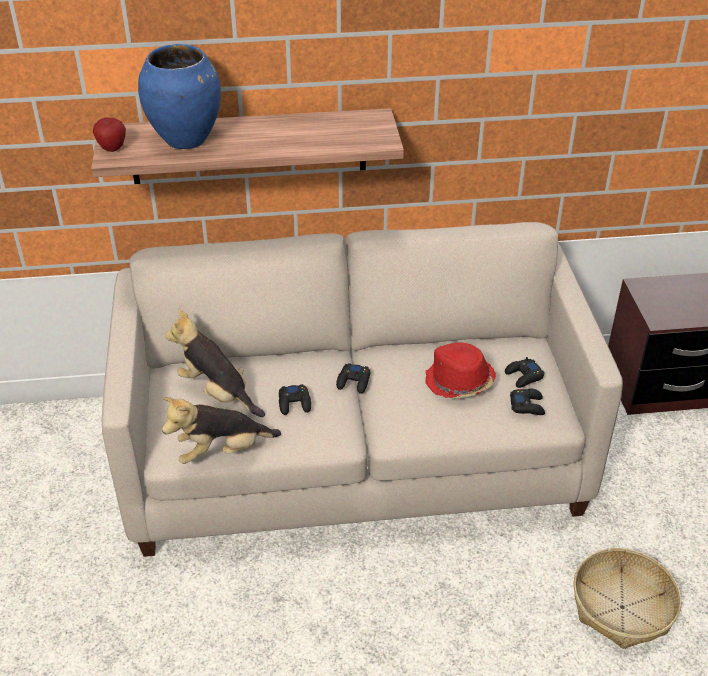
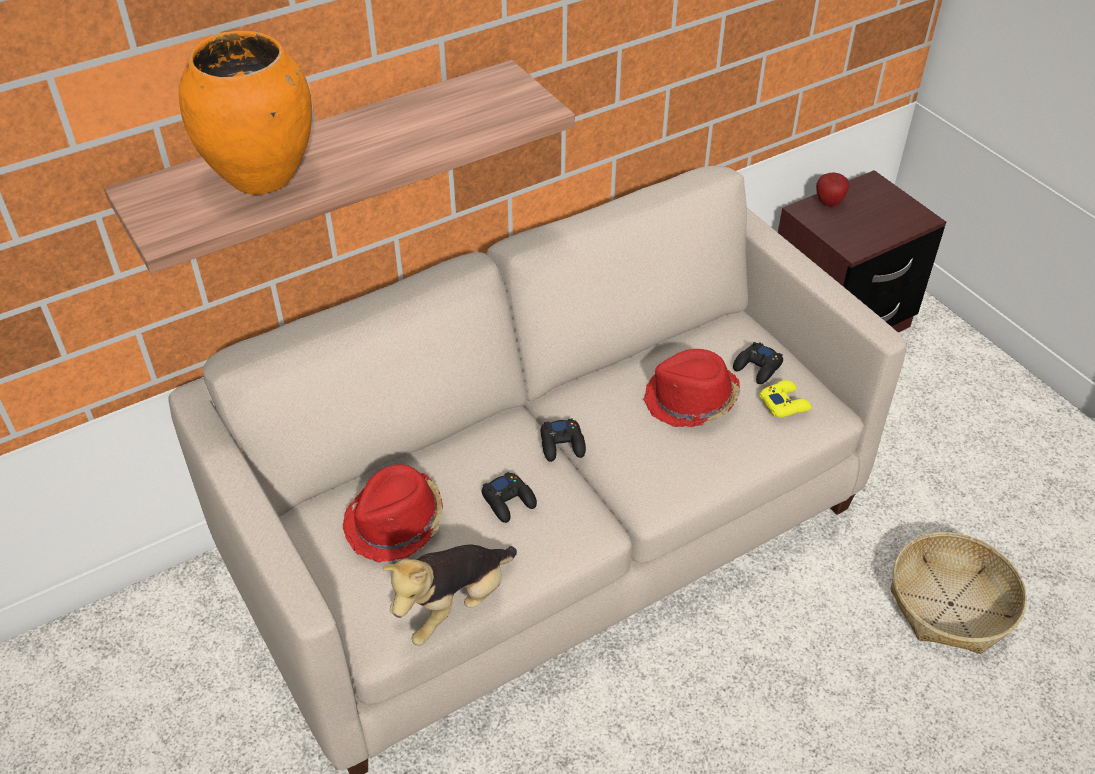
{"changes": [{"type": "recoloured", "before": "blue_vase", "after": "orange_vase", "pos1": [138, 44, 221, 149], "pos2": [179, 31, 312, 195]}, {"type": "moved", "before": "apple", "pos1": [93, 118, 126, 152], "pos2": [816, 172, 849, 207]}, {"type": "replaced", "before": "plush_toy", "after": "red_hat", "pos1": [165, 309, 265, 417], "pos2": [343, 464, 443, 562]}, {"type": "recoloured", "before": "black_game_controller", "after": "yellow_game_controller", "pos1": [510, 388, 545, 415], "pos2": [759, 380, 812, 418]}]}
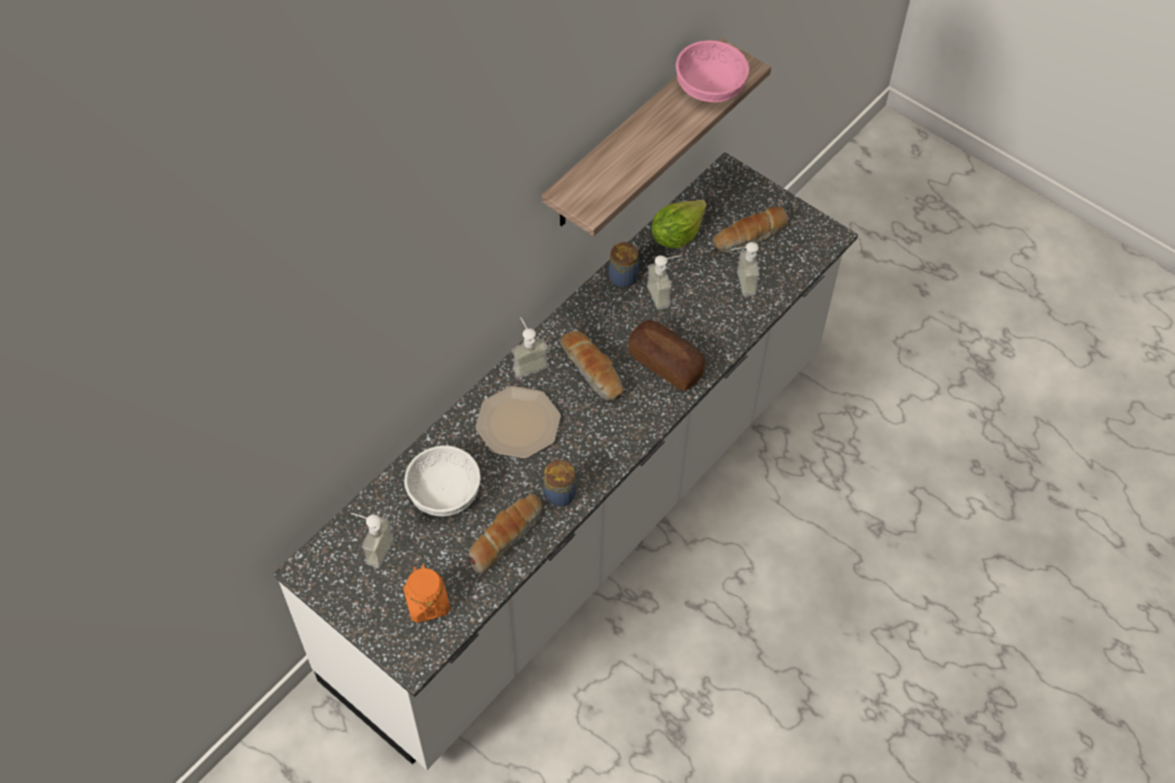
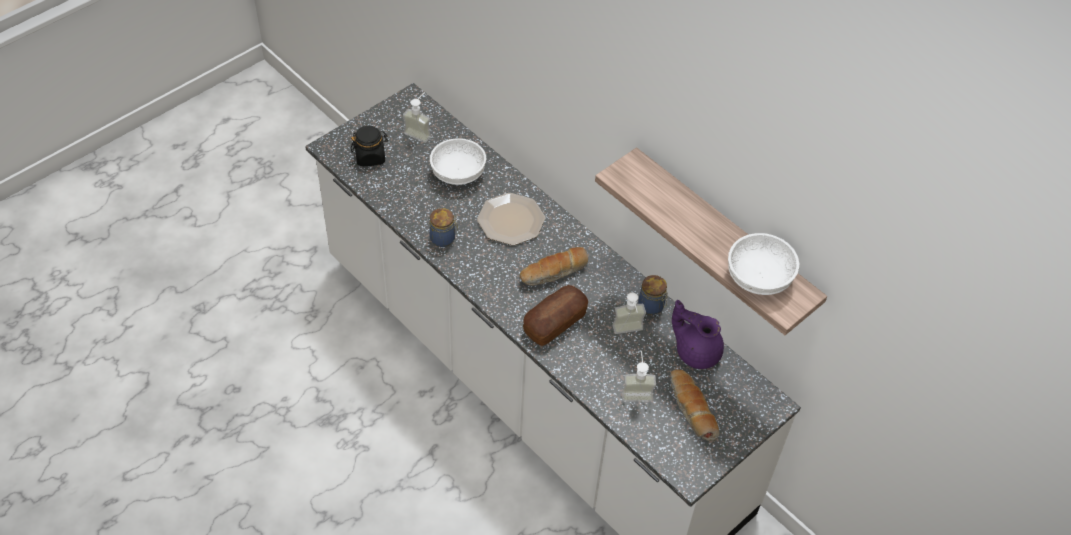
{"changes": [{"type": "recoloured", "before": "pink_bowl", "after": "white_bowl", "pos1": [676, 40, 749, 102], "pos2": [728, 233, 800, 295]}, {"type": "replaced", "before": "lettuce", "after": "purple_teapot", "pos1": [651, 200, 707, 248], "pos2": [672, 300, 724, 369]}, {"type": "removed", "before": "soap_dispenser", "pos1": [512, 317, 549, 378]}, {"type": "removed", "before": "bread", "pos1": [468, 494, 542, 575]}, {"type": "recoloured", "before": "orange_jar", "after": "black_jar", "pos1": [403, 564, 450, 623], "pos2": [351, 126, 388, 167]}]}
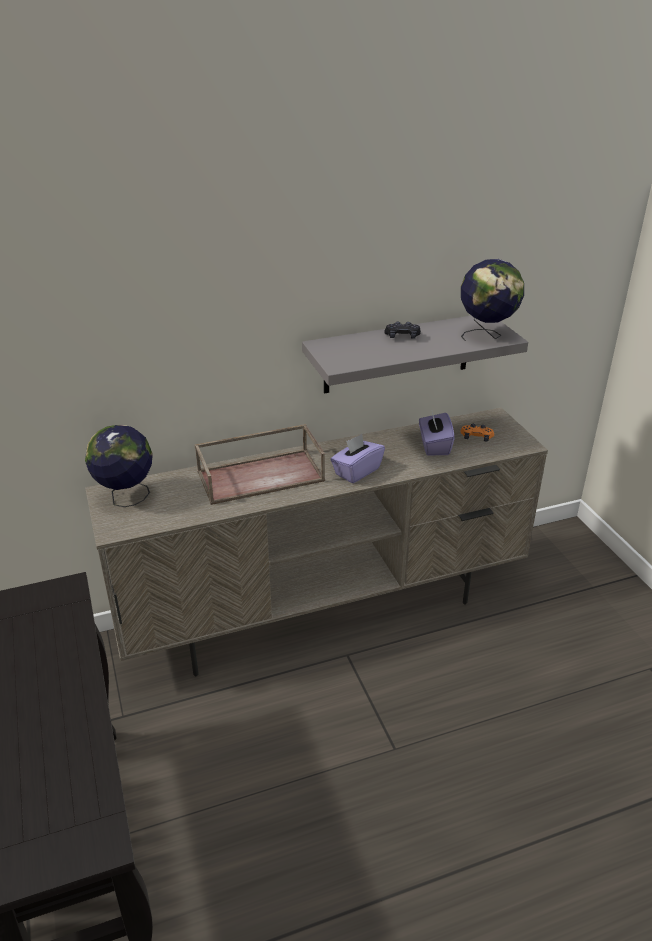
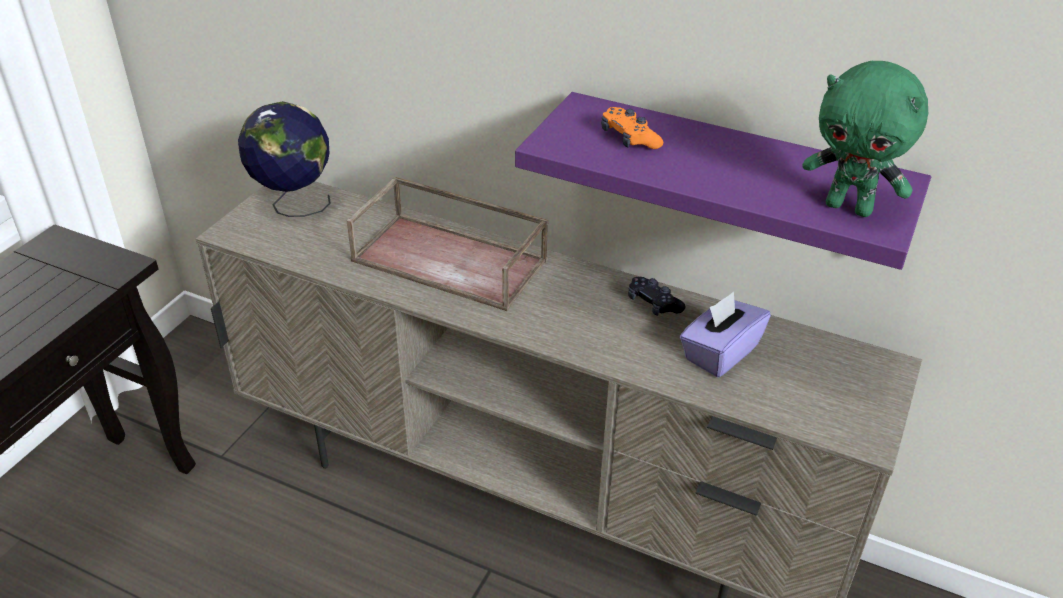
{"changes": [{"type": "replaced", "before": "globe", "after": "green_plush_toy", "pos1": [461, 259, 524, 341], "pos2": [802, 61, 928, 217]}, {"type": "recoloured", "before": "grey_shelf", "after": "purple_shelf", "pos1": [302, 316, 528, 394], "pos2": [515, 92, 931, 270]}, {"type": "moved", "before": "black_game_controller", "pos1": [384, 321, 421, 339], "pos2": [628, 277, 686, 316]}, {"type": "moved", "before": "orange_game_controller", "pos1": [460, 424, 494, 441], "pos2": [601, 107, 663, 149]}, {"type": "removed", "before": "purple_tissue_box", "pos1": [330, 434, 385, 483]}]}
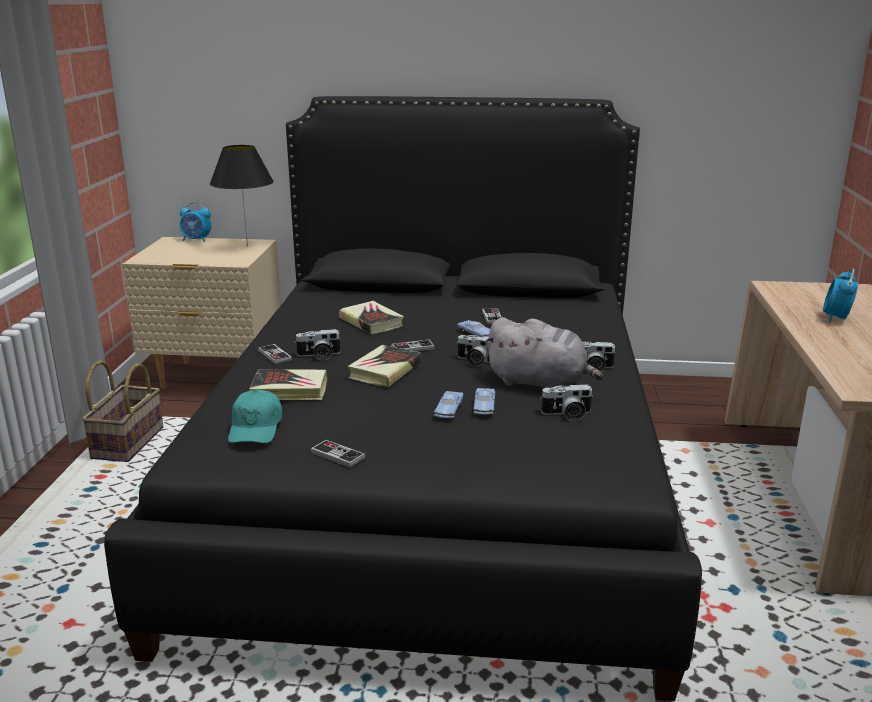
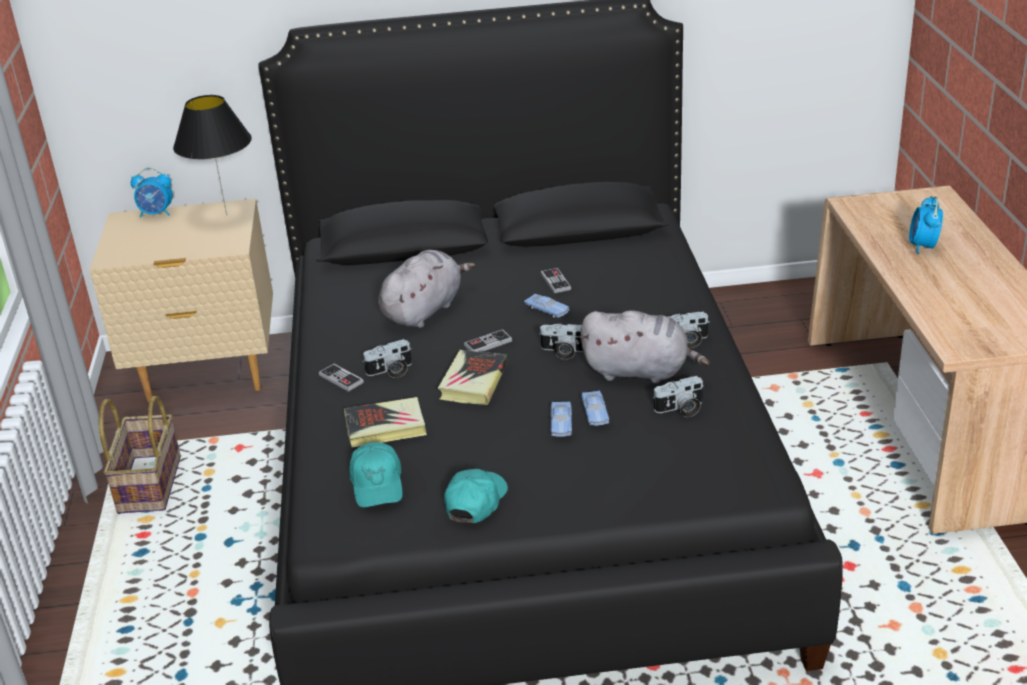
{"changes": [{"type": "replaced", "before": "book", "after": "grey_plush_toy", "pos1": [339, 301, 404, 334], "pos2": [378, 250, 475, 328]}, {"type": "replaced", "before": "game_controller", "after": "turquoise_cap", "pos1": [310, 440, 365, 468], "pos2": [444, 469, 508, 523]}]}
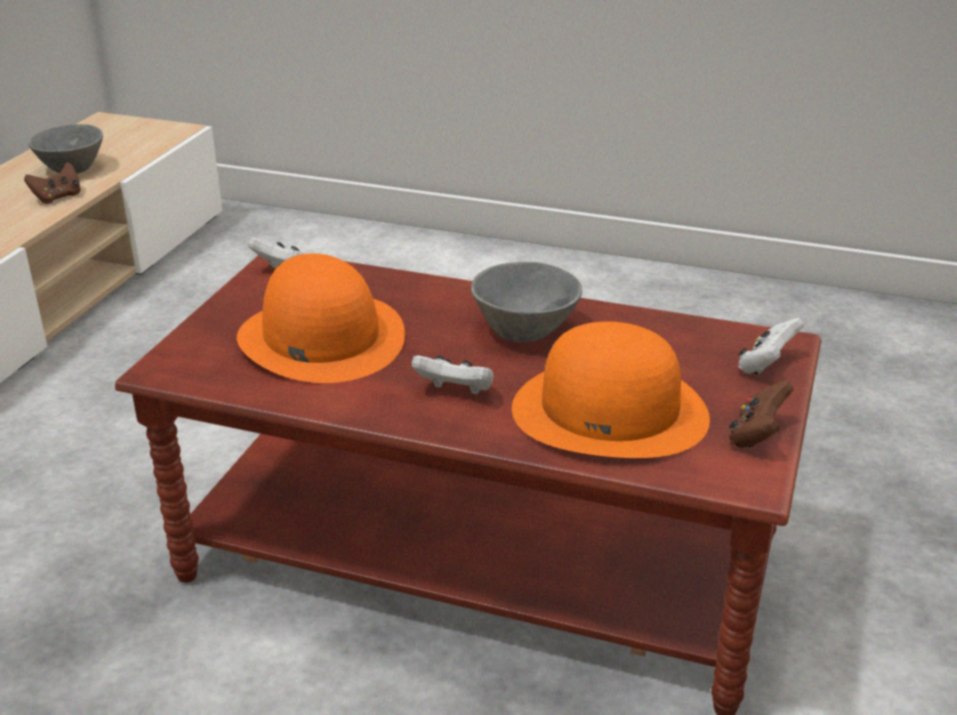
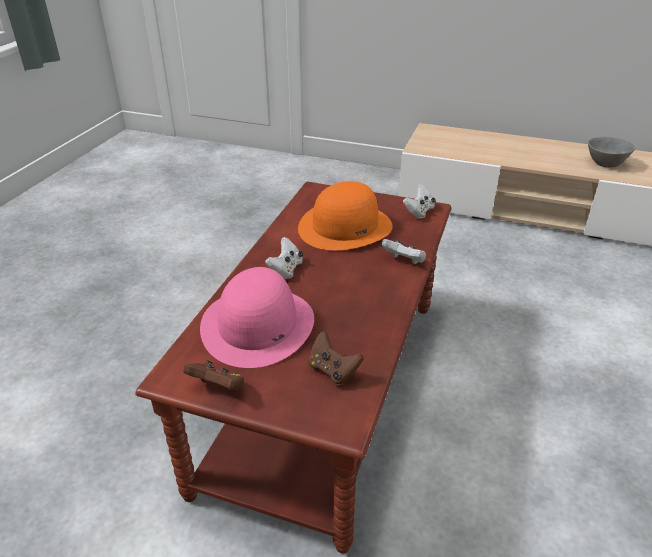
{"changes": [{"type": "moved", "before": "brown_game_controller", "pos1": [24, 162, 81, 204], "pos2": [309, 331, 363, 386]}, {"type": "removed", "before": "grey_bowl", "pos1": [471, 262, 582, 342]}, {"type": "moved", "before": "white_game_controller", "pos1": [738, 318, 804, 374], "pos2": [382, 239, 426, 265]}, {"type": "recoloured", "before": "orange_hat", "after": "pink_hat", "pos1": [512, 322, 710, 458], "pos2": [200, 267, 314, 368]}]}
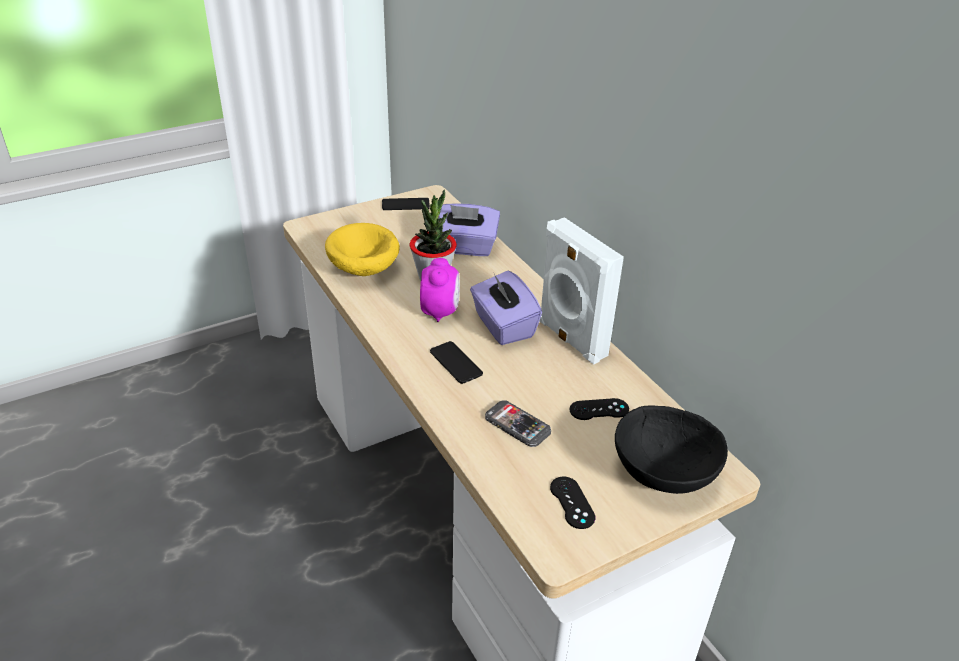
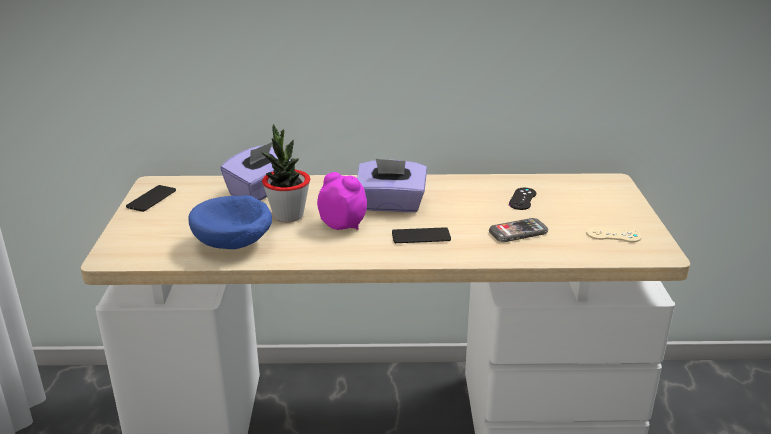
{"changes": [{"type": "removed", "before": "white_speaker", "pos1": [540, 217, 624, 364]}, {"type": "recoloured", "before": "yellow_bowl", "after": "blue_bowl", "pos1": [325, 223, 400, 276], "pos2": [188, 195, 272, 249]}, {"type": "removed", "before": "black_bowl", "pos1": [615, 406, 728, 494]}, {"type": "recoloured", "before": "black_game_controller", "after": "beige_game_controller", "pos1": [550, 477, 595, 529], "pos2": [586, 227, 642, 242]}]}
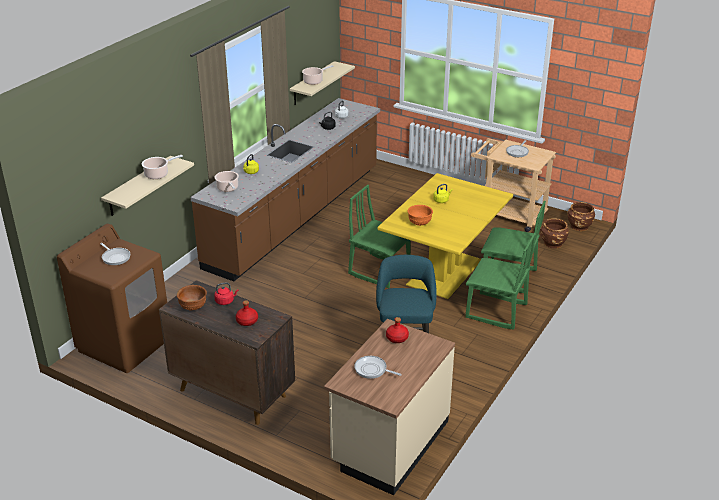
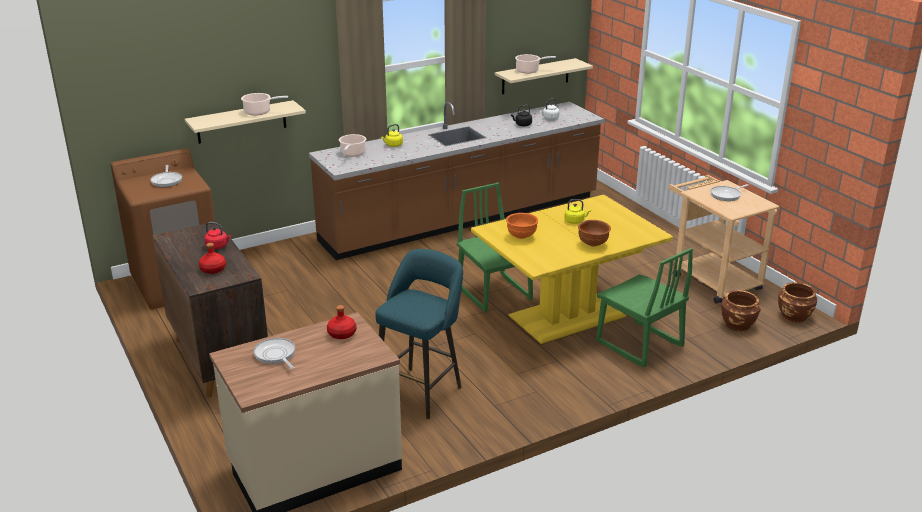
{"changes": [{"type": "removed", "before": "green_chair", "pos1": [465, 233, 536, 330]}, {"type": "moved", "before": "brown_bowl", "pos1": [177, 285, 207, 311], "pos2": [578, 220, 611, 246]}]}
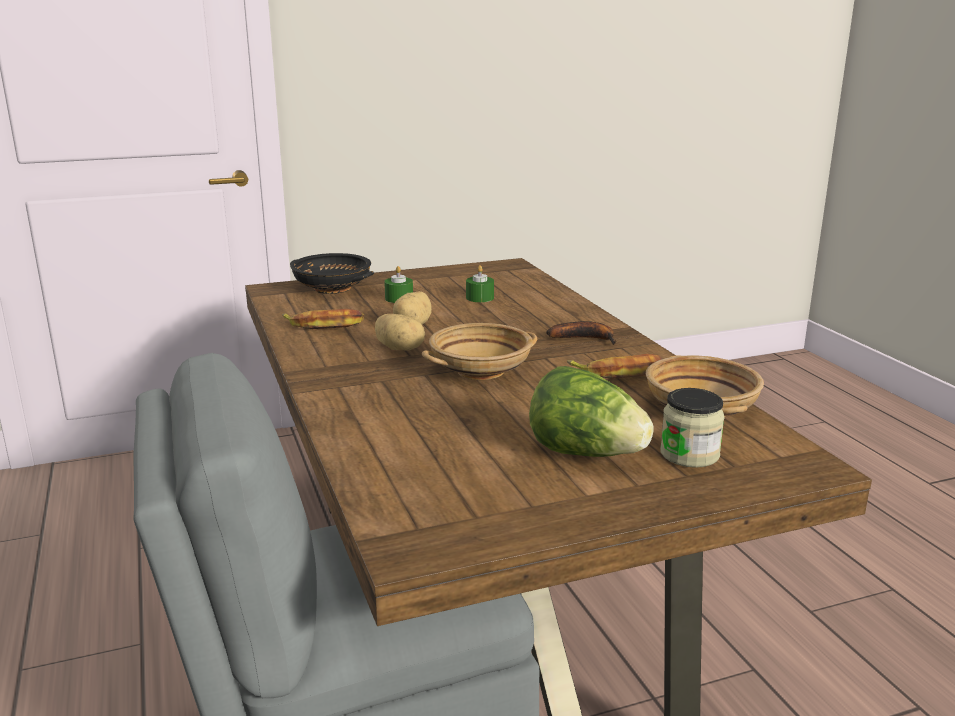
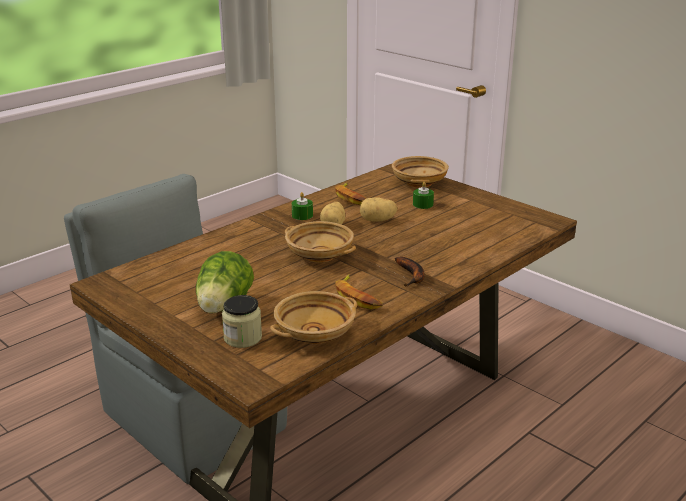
{"changes": [{"type": "recoloured", "before": "black_bowl", "after": "beige_bowl", "pos1": [290, 253, 374, 294], "pos2": [392, 156, 449, 188]}, {"type": "moved", "before": "green_candle", "pos1": [466, 265, 494, 302], "pos2": [292, 192, 313, 220]}]}
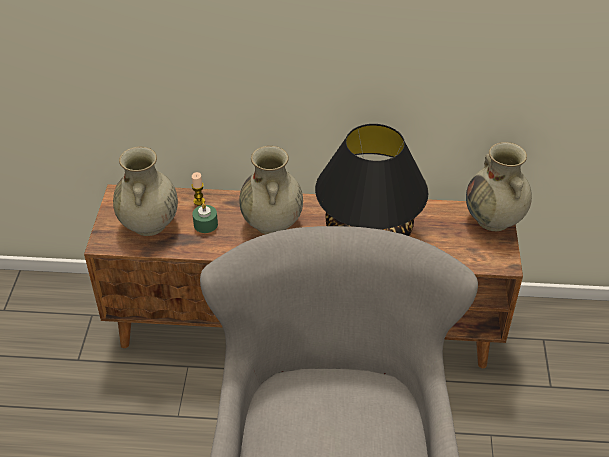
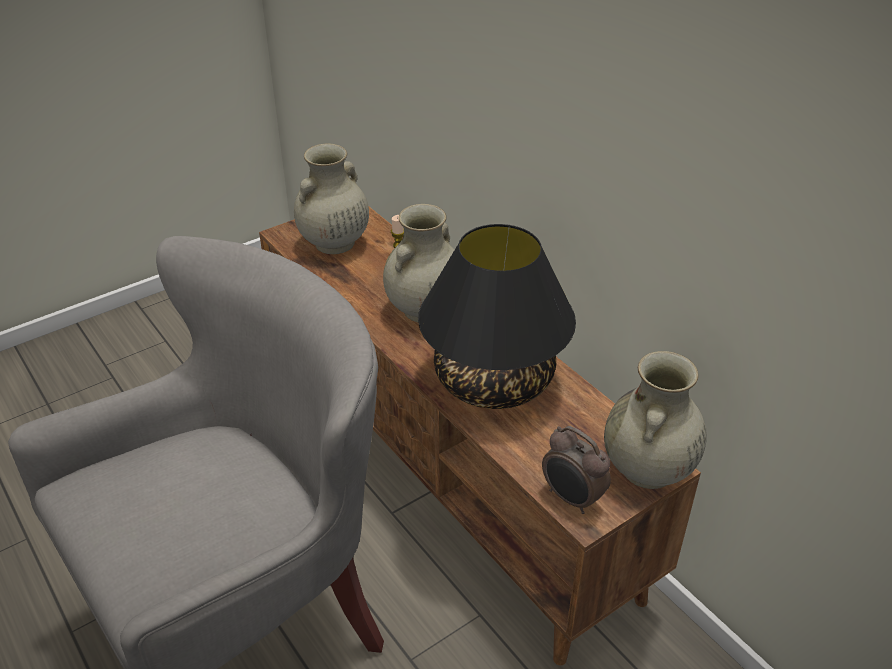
{"changes": [{"type": "removed", "before": "green_candle", "pos1": [192, 203, 218, 233]}, {"type": "added", "after": "alarm_clock", "pos2": [542, 426, 611, 514]}]}
